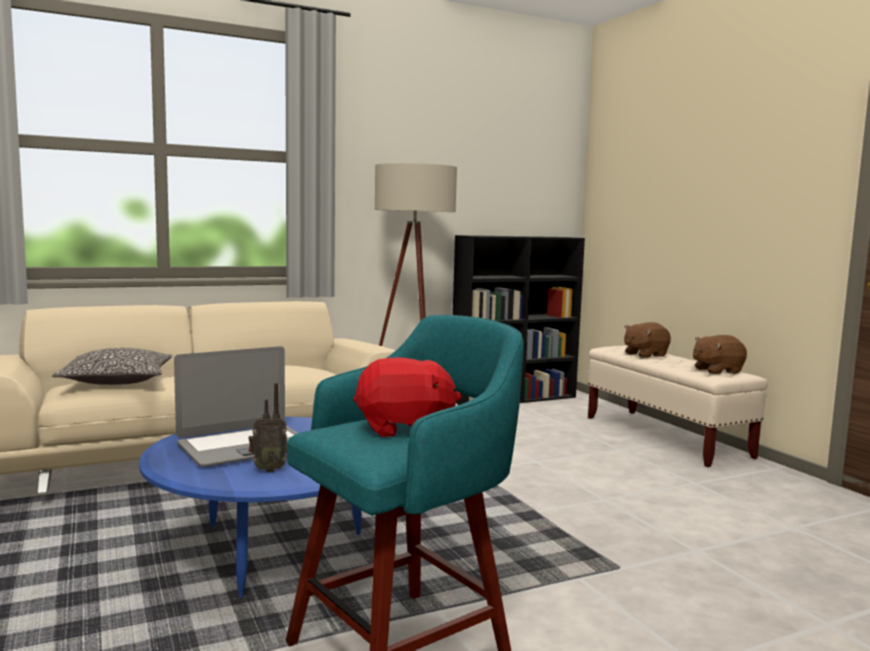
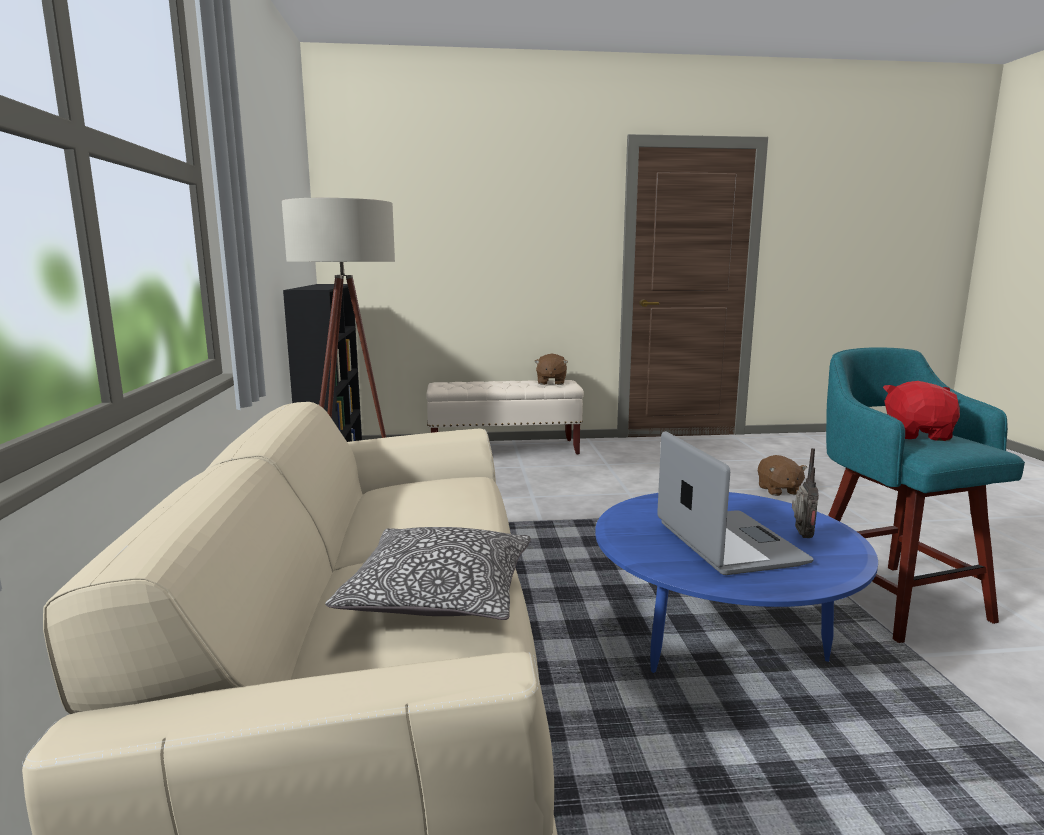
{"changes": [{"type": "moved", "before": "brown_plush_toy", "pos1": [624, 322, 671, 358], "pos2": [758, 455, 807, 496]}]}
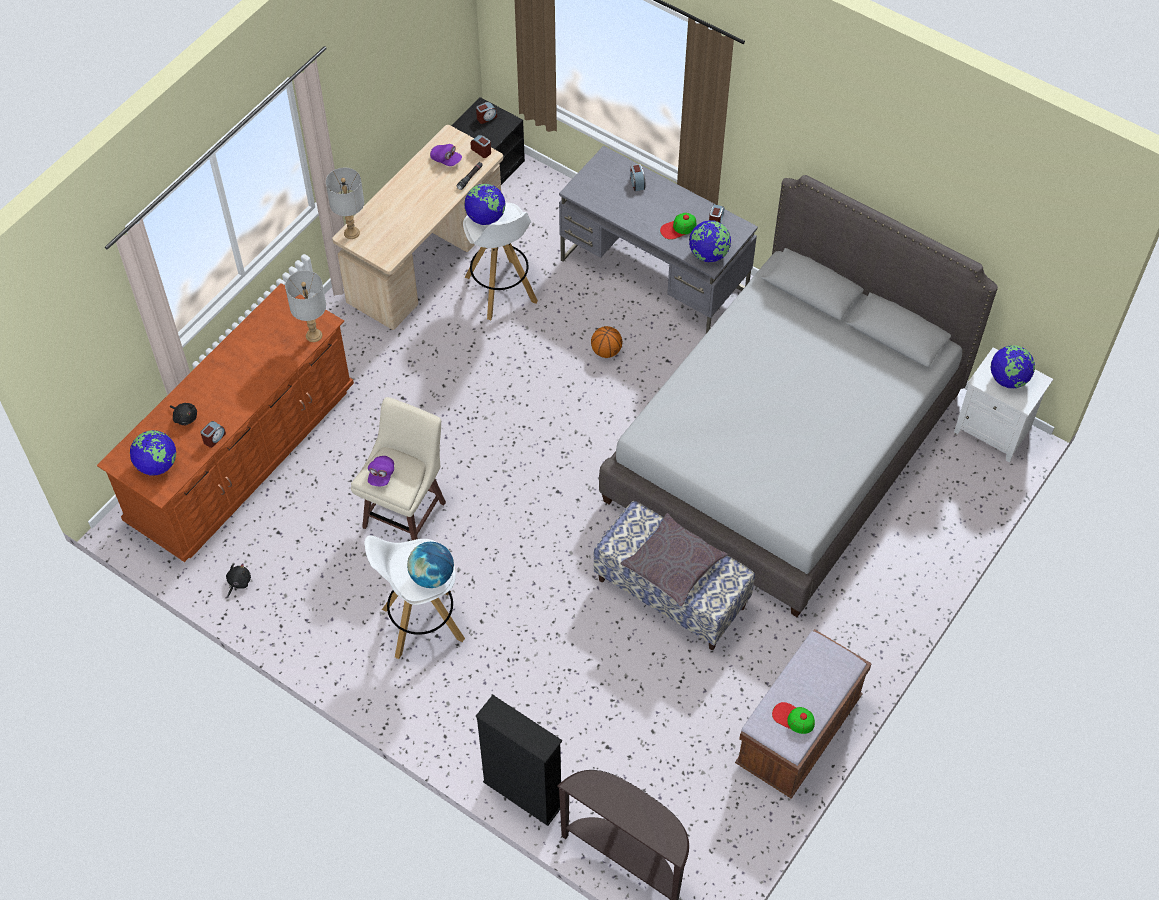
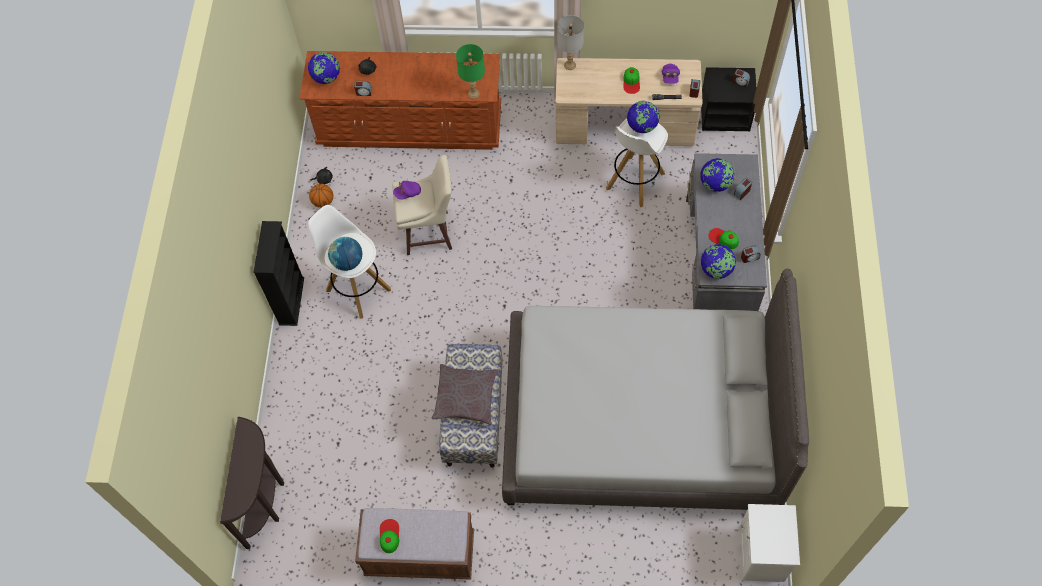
{"changes": [{"type": "recoloured", "before": "grey_table_lamp", "after": "green_table_lamp", "pos1": [285, 270, 326, 342], "pos2": [456, 44, 485, 99]}, {"type": "moved", "before": "basketball", "pos1": [591, 326, 622, 358], "pos2": [309, 184, 333, 208]}, {"type": "moved", "before": "globe", "pos1": [991, 345, 1035, 388], "pos2": [700, 158, 734, 192]}, {"type": "moved", "before": "black_bookcase", "pos1": [476, 695, 562, 826], "pos2": [253, 221, 304, 326]}, {"type": "added", "after": "cap", "pos2": [623, 67, 640, 94]}]}
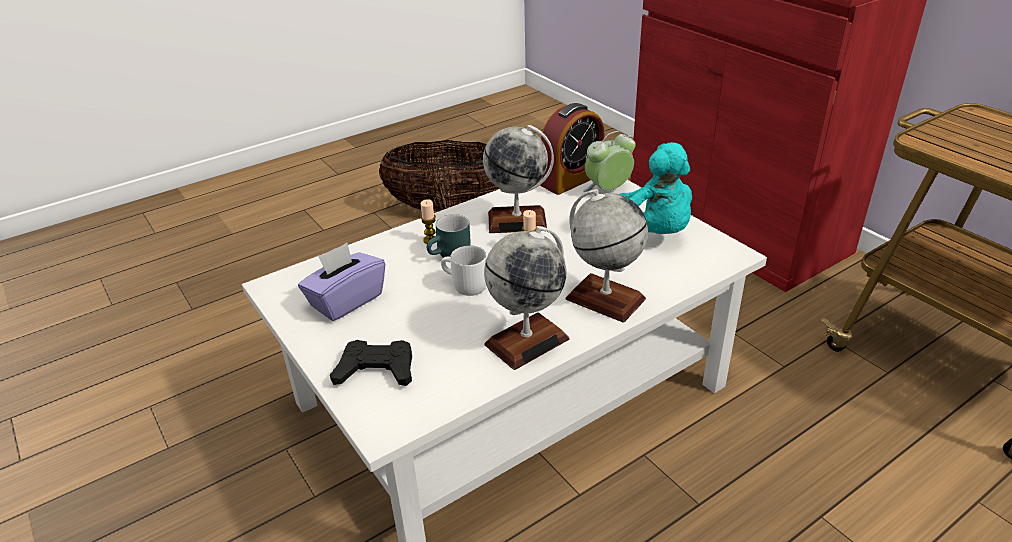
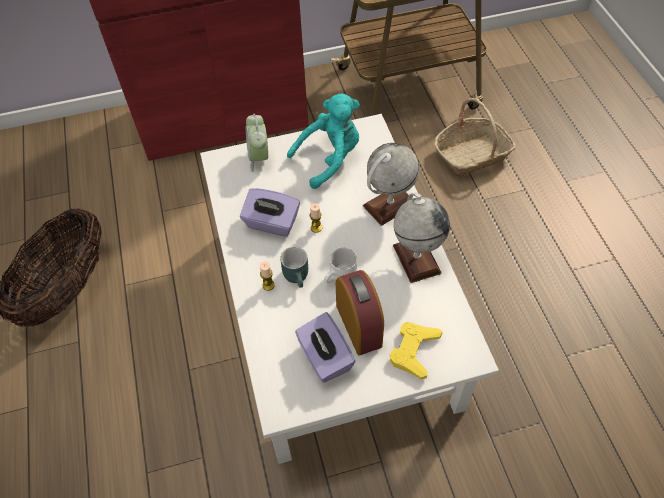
{"changes": [{"type": "moved", "before": "alarm_clock", "pos1": [540, 103, 605, 195], "pos2": [336, 270, 384, 355]}, {"type": "replaced", "before": "globe", "after": "purple_tissue_box", "pos1": [483, 125, 554, 233], "pos2": [240, 188, 300, 237]}, {"type": "recoloured", "before": "black_game_controller", "after": "yellow_game_controller", "pos1": [330, 340, 412, 386], "pos2": [390, 322, 443, 379]}, {"type": "added", "after": "basket", "pos2": [434, 98, 516, 177]}]}
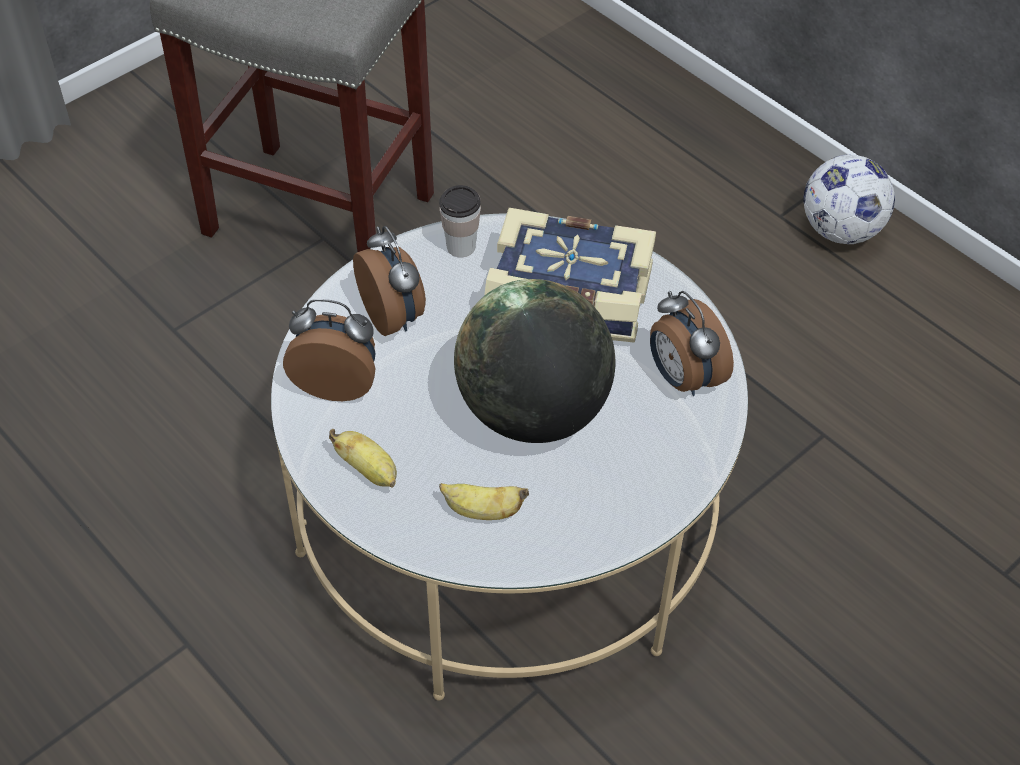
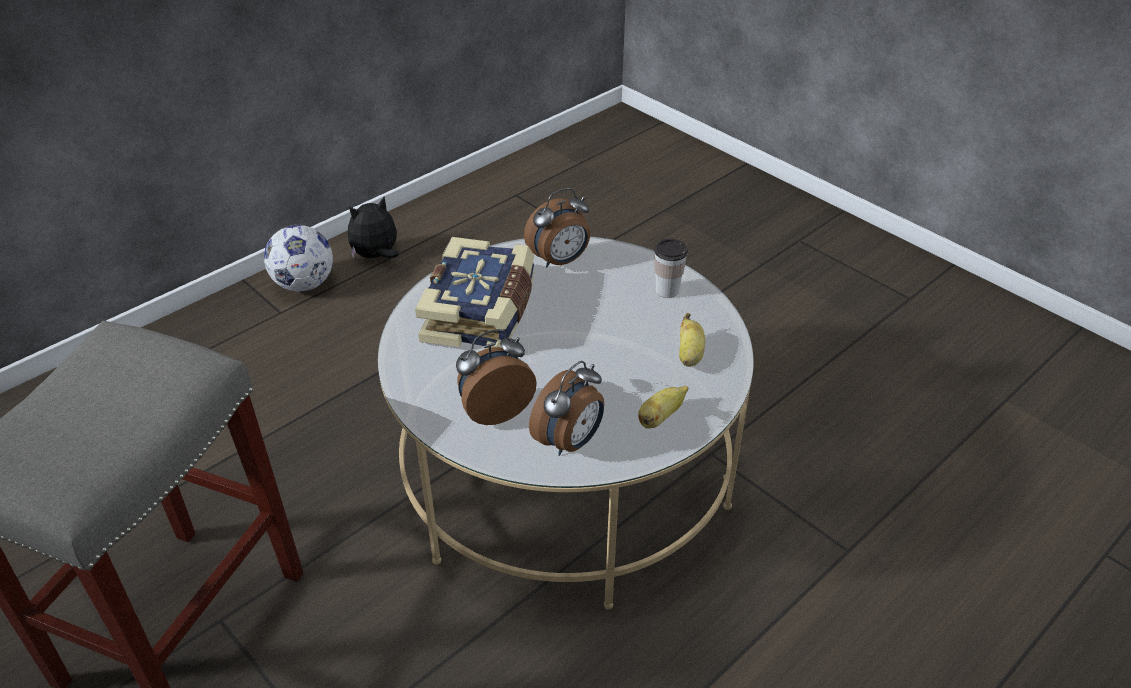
{"changes": [{"type": "moved", "before": "cup", "pos1": [439, 185, 481, 257], "pos2": [654, 239, 688, 298]}, {"type": "removed", "before": "globe", "pos1": [454, 279, 615, 443]}, {"type": "turned", "before": "alarm_clock", "pos1": [283, 299, 375, 401], "pos2": [529, 361, 604, 456], "turn": -150}, {"type": "added", "after": "plush_toy", "pos2": [348, 196, 399, 258]}]}
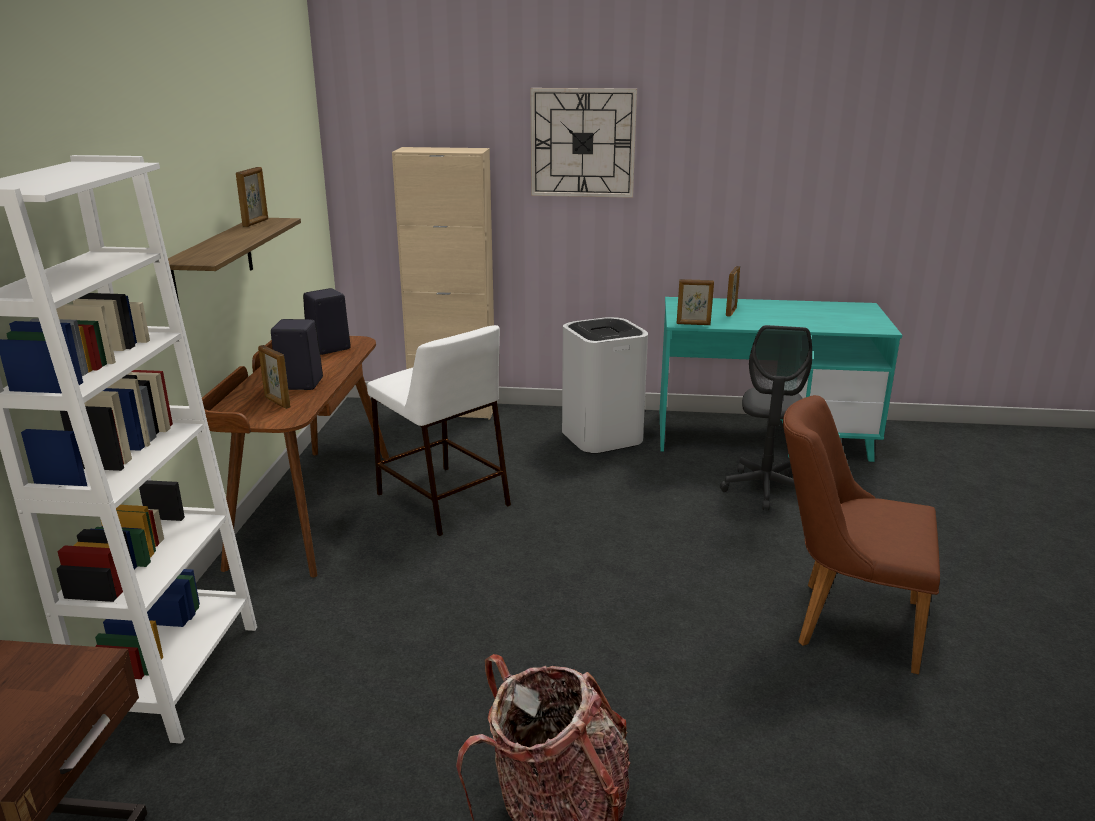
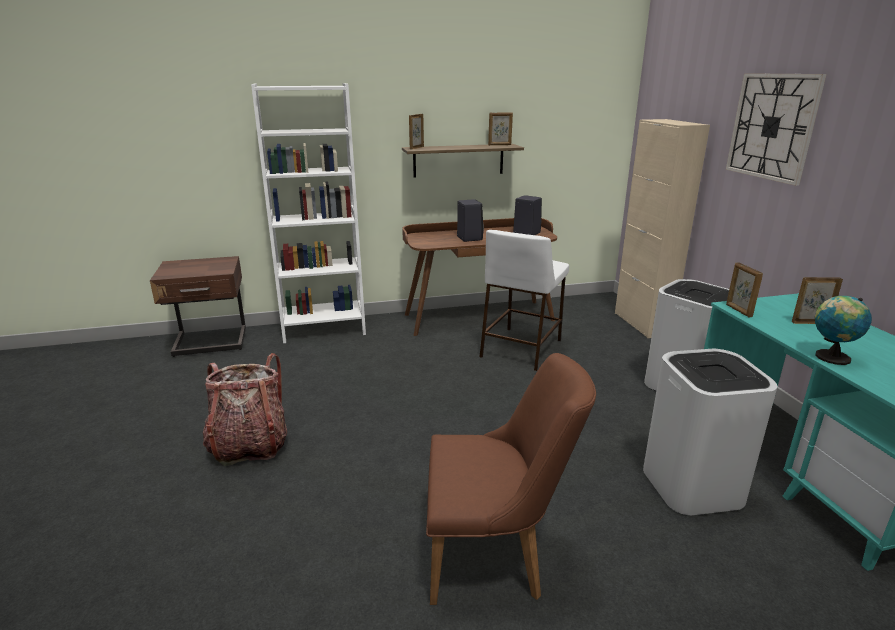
{"changes": [{"type": "replaced", "before": "grey_office_chair", "after": "white_trash_can", "pos1": [720, 325, 812, 510], "pos2": [643, 348, 777, 515]}, {"type": "moved", "before": "picture_frame", "pos1": [258, 345, 290, 409], "pos2": [409, 114, 424, 150]}, {"type": "turned", "before": "brown_chair", "pos1": [783, 395, 940, 674], "pos2": [426, 353, 596, 605], "turn": 90}, {"type": "added", "after": "globe", "pos2": [815, 296, 872, 365]}]}
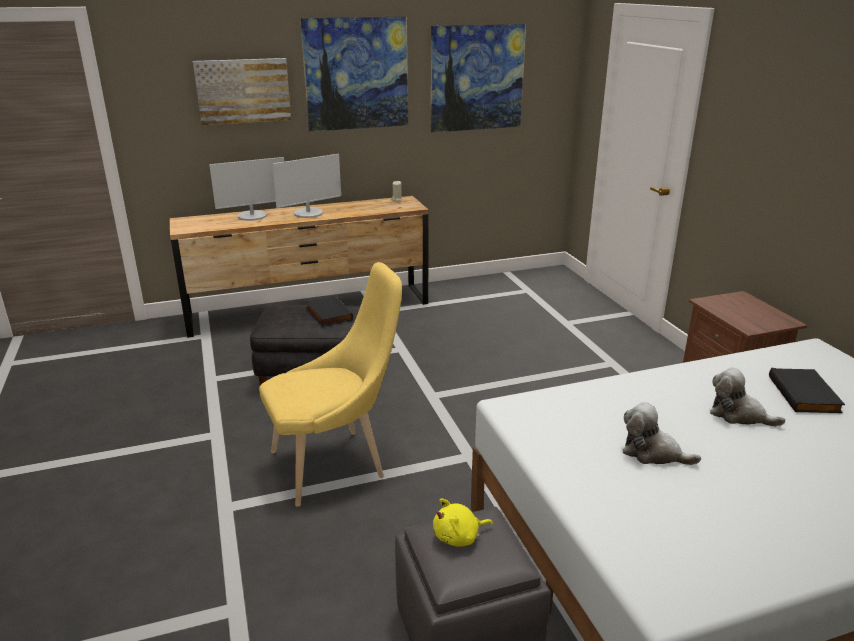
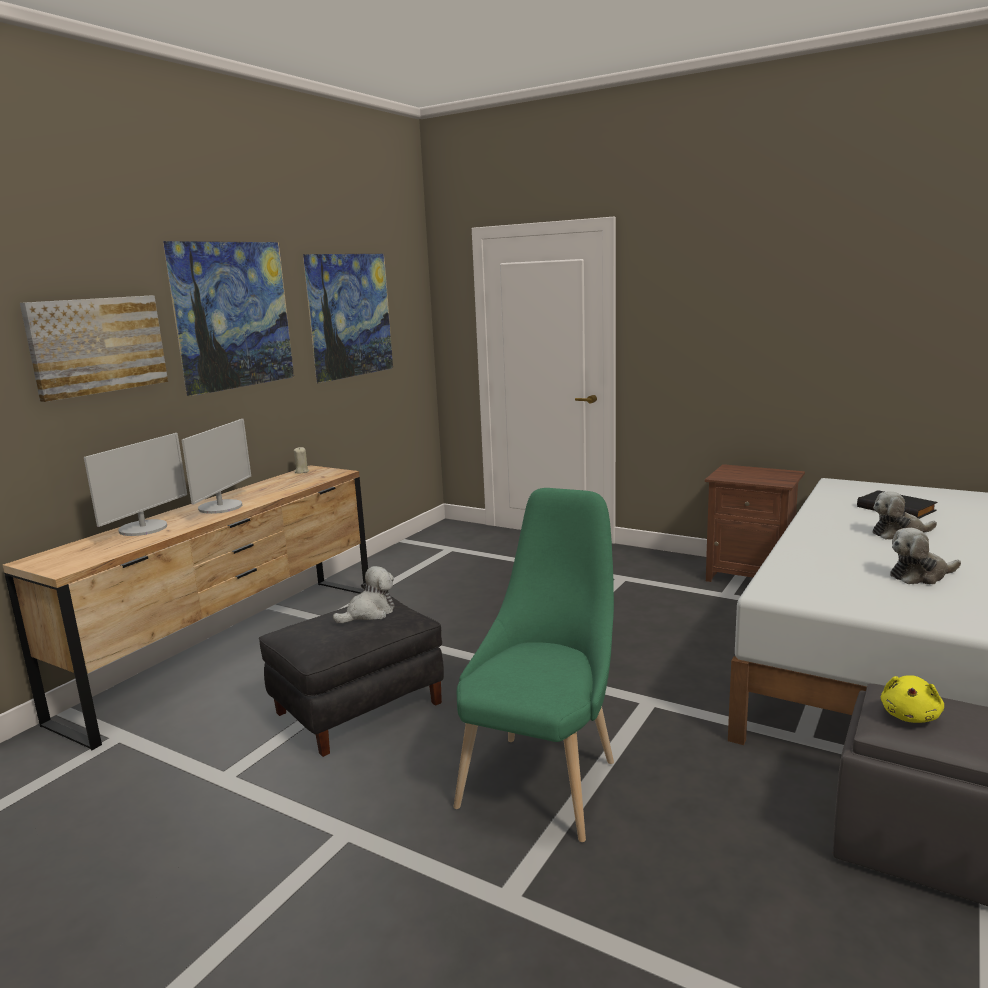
{"changes": [{"type": "recoloured", "before": "yellow_chair", "after": "green_chair", "pos1": [259, 262, 402, 507], "pos2": [453, 488, 614, 842]}, {"type": "replaced", "before": "black_book", "after": "plush_toy", "pos1": [306, 296, 353, 326], "pos2": [333, 566, 395, 623]}]}
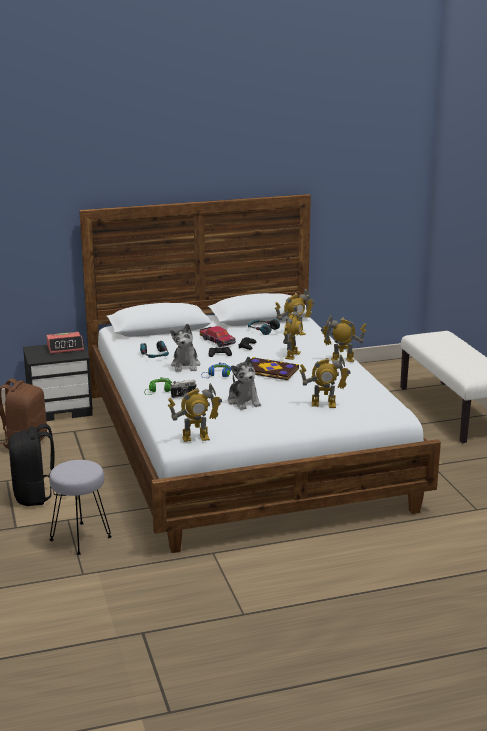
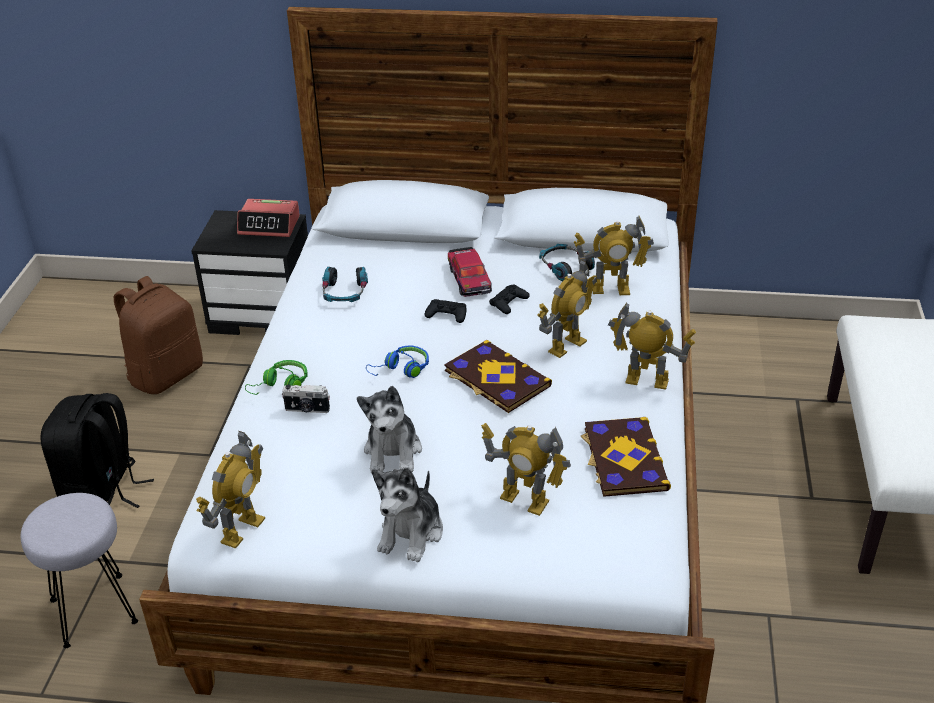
{"changes": [{"type": "moved", "before": "plush_toy", "pos1": [170, 324, 200, 372], "pos2": [372, 467, 443, 562]}, {"type": "turned", "before": "toy_robot", "pos1": [168, 383, 222, 442], "pos2": [196, 431, 265, 549], "turn": -75}, {"type": "added", "after": "book", "pos2": [580, 417, 671, 497]}]}
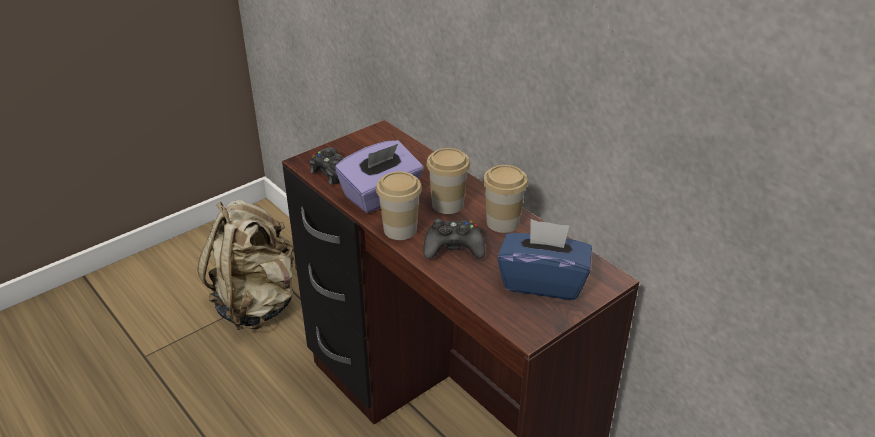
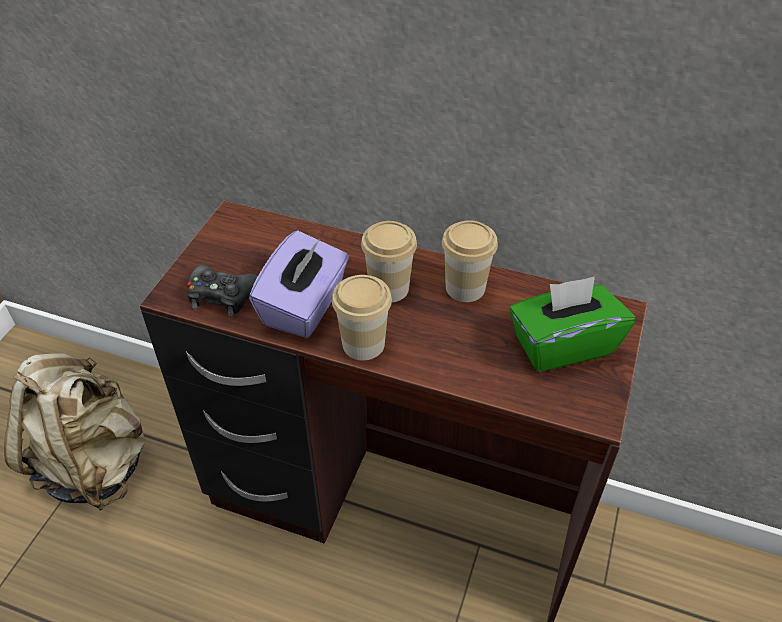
{"changes": [{"type": "removed", "before": "black_game_controller", "pos1": [423, 218, 485, 259]}, {"type": "recoloured", "before": "blue_tissue_box", "after": "green_tissue_box", "pos1": [497, 219, 592, 300], "pos2": [509, 276, 635, 372]}]}
